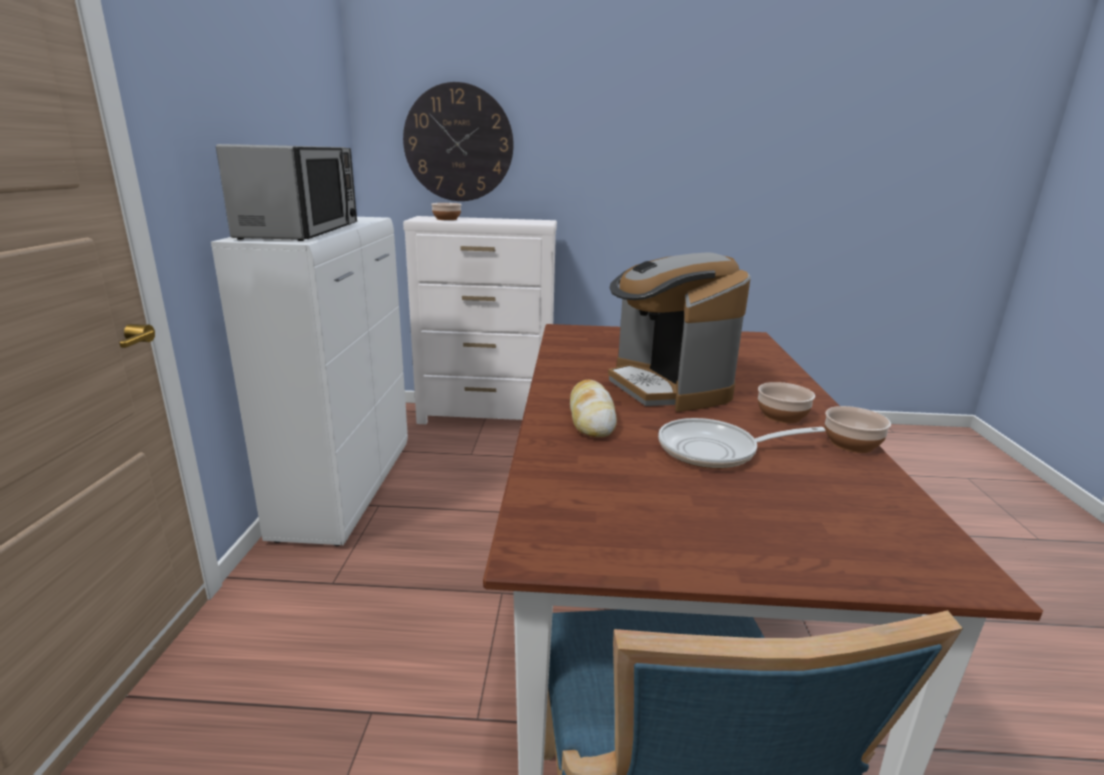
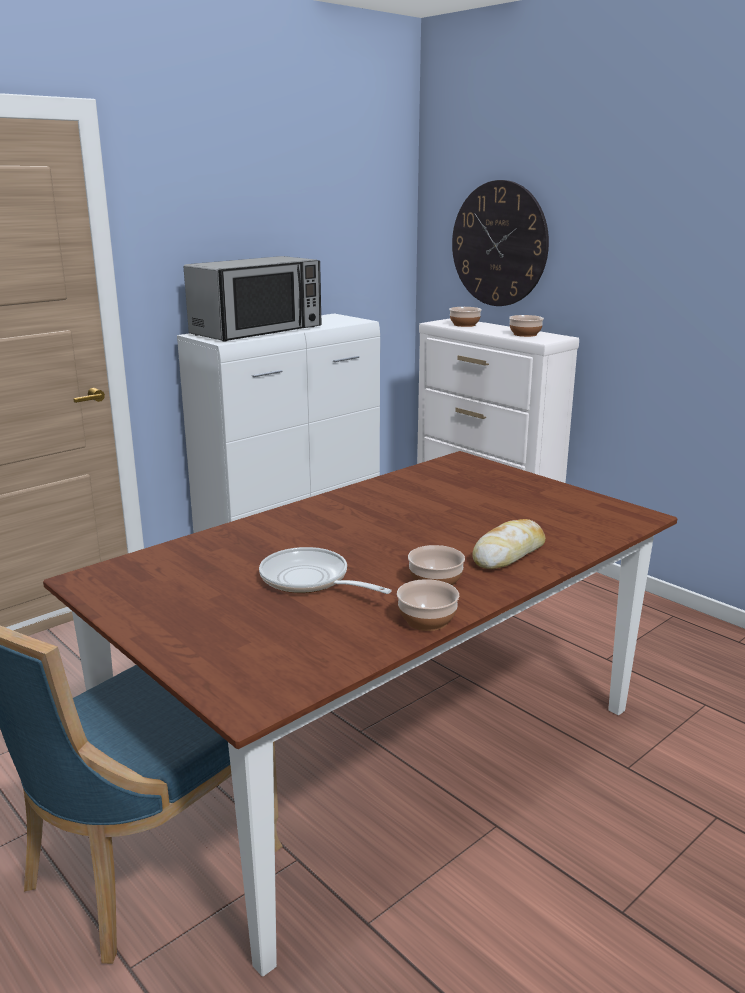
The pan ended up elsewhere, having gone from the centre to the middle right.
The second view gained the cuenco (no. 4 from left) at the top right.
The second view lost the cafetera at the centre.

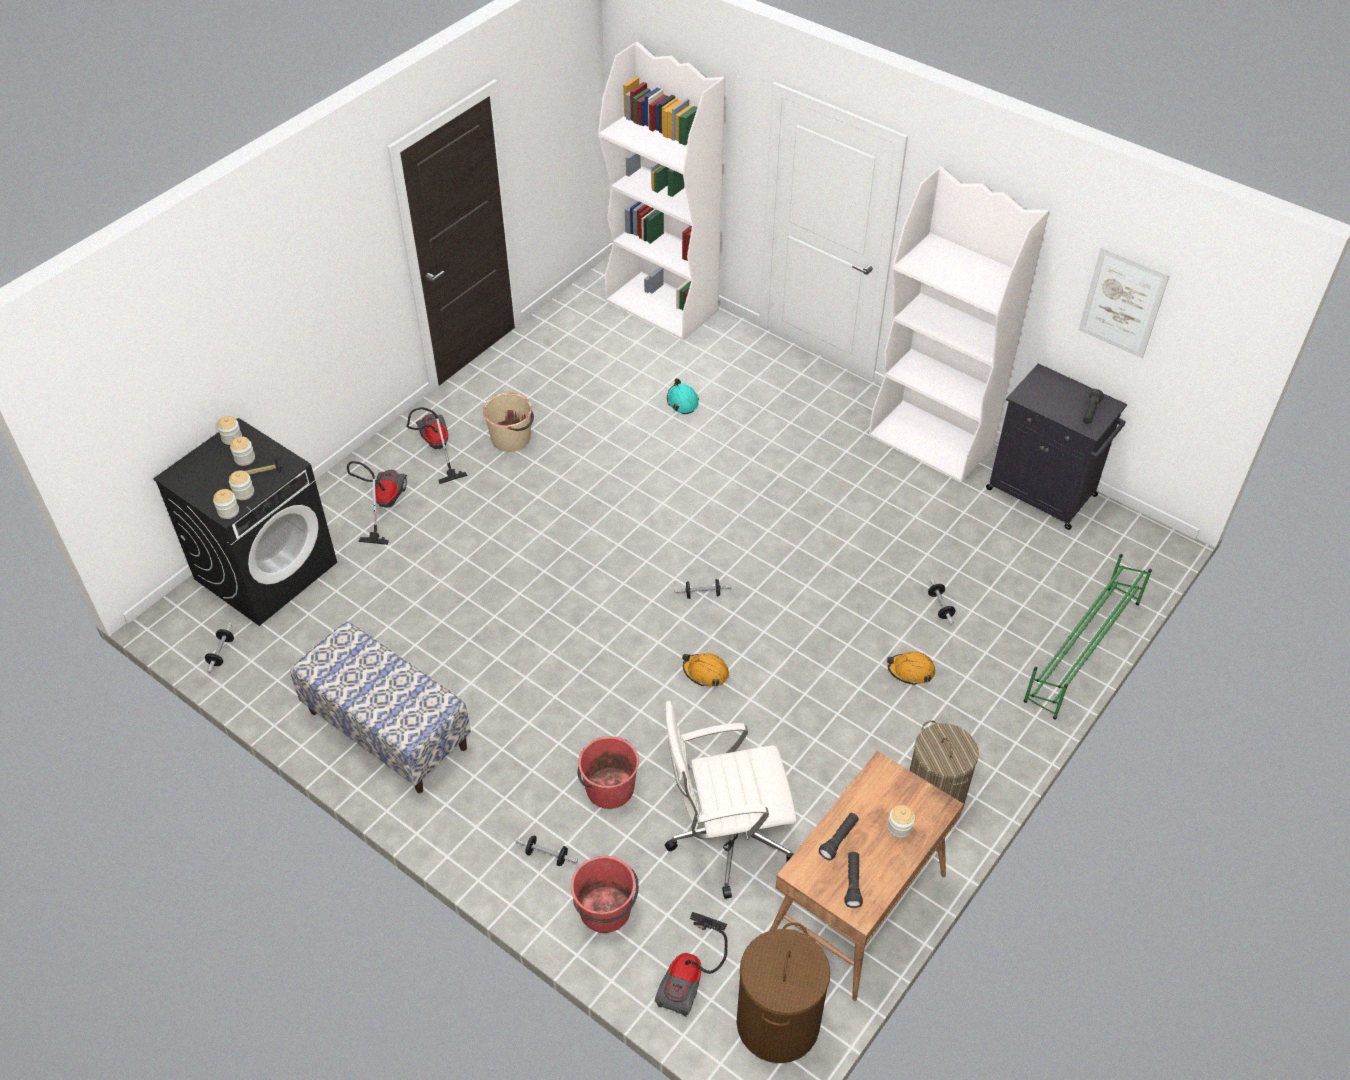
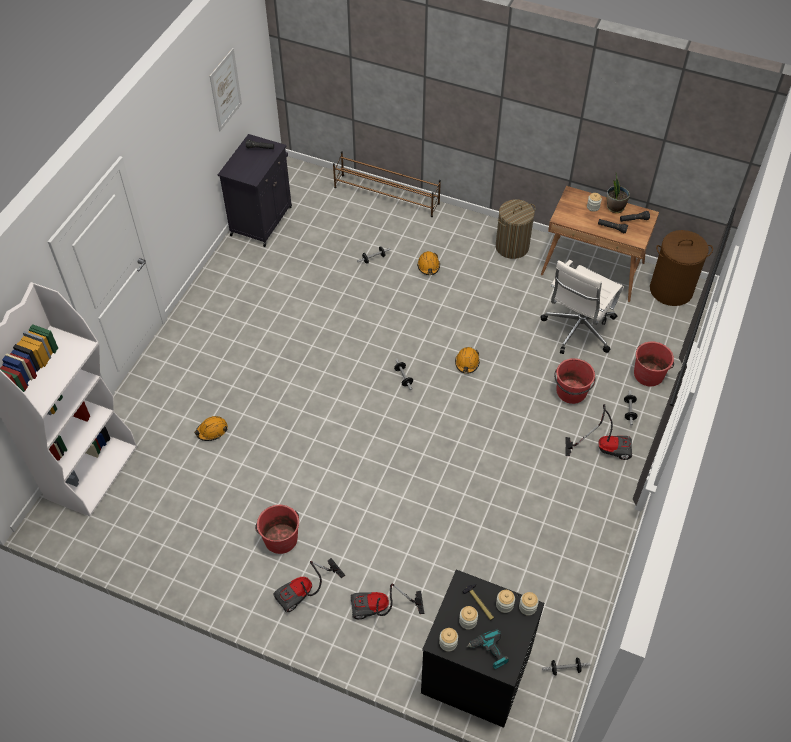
What was the casco [turquesa] at the centre turned into the casco [naranja] (no. 1 from left) at the middle left.
What was the cubo [beis] at the centre turned into the cubo [rojo] (no. 1 from left) at the bottom centre.
What was the zapatero [verde] at the middle right turned into the zapatero [marrón] at the top centre.
The second view gained the taladro at the bottom centre.
The silla de oficina [blanco] at the bottom centre ended up facing another way, 60 degrees clockwise from before.
The aspiradora (no. 3 from left) ended up elsewhere, having gone from the bottom centre to the middle right.
The second view gained the planta en maceta at the top right.
The second view lost the banco at the middle left.
The second view lost the estantería [blanco] (no. 2 from left) at the top right.

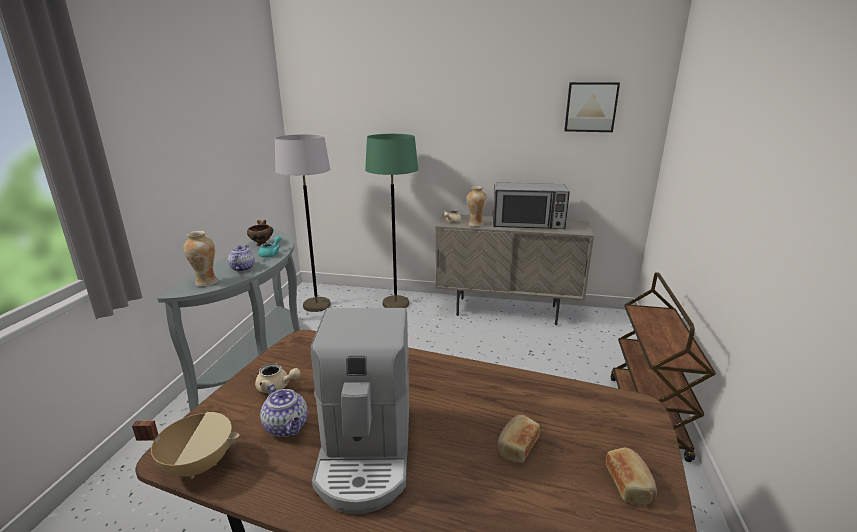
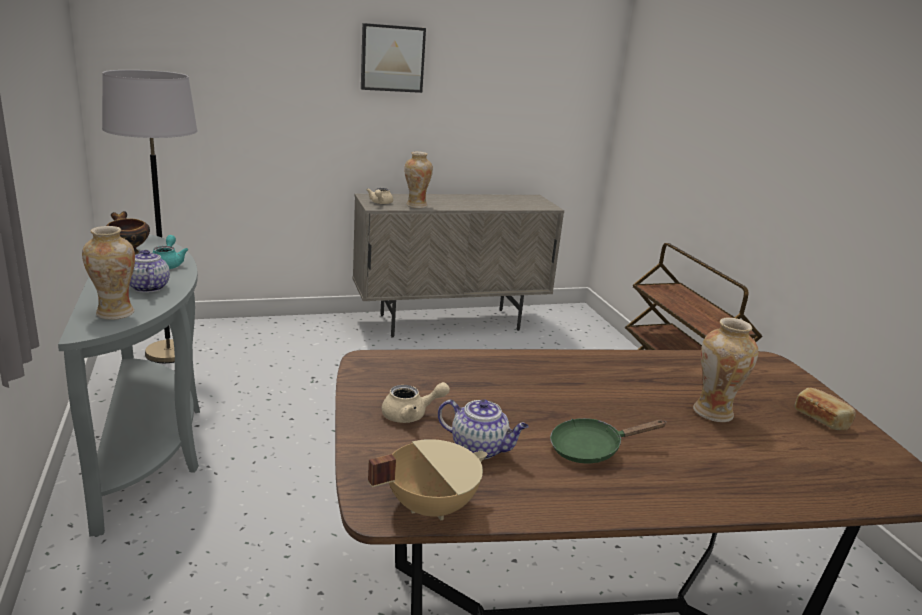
The cuadro ended up elsewhere, having gone from the top right to the top centre.
Where the cafetera stood at the bottom centre, the sartén [verde] came to stand at the bottom centre.
Where the pan (no. 1 from left) stood at the bottom centre, the florero (no. 3 from left) came to stand at the middle right.
The second view lost the lámpara de pie [verde] at the centre.
The second view lost the microondas at the centre.

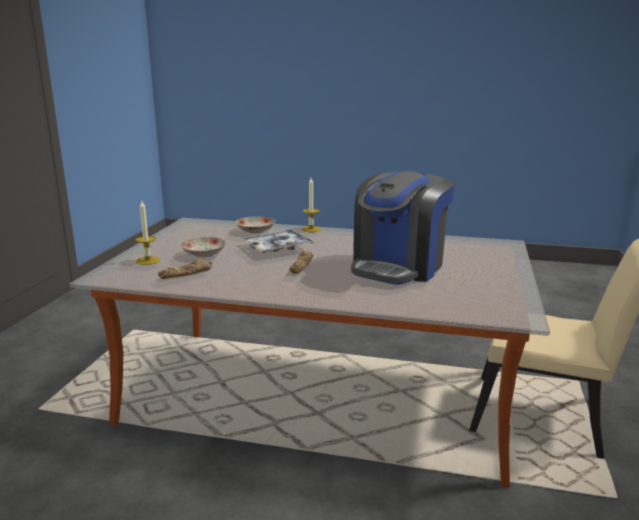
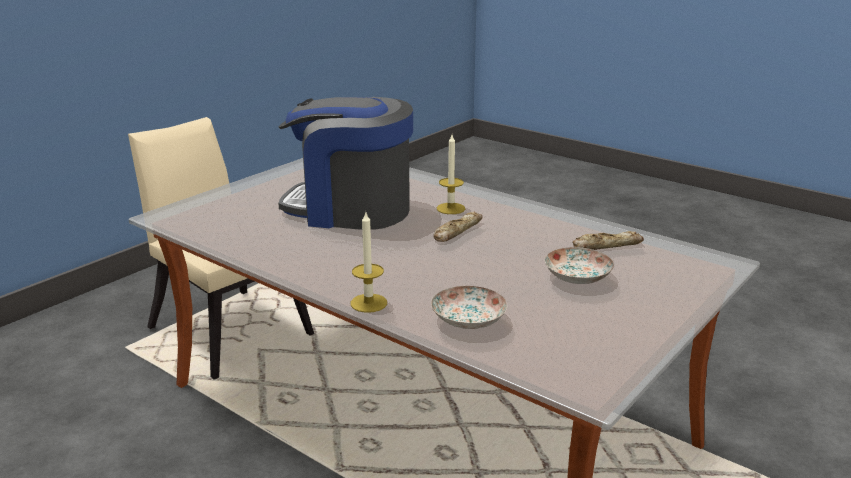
The cafetera at the centre ended up facing another way, 135 degrees counterclockwise from before.
The vela (no. 1 from left in the first image) ended up elsewhere, having gone from the middle left to the centre.
The second view lost the bandeja at the centre.

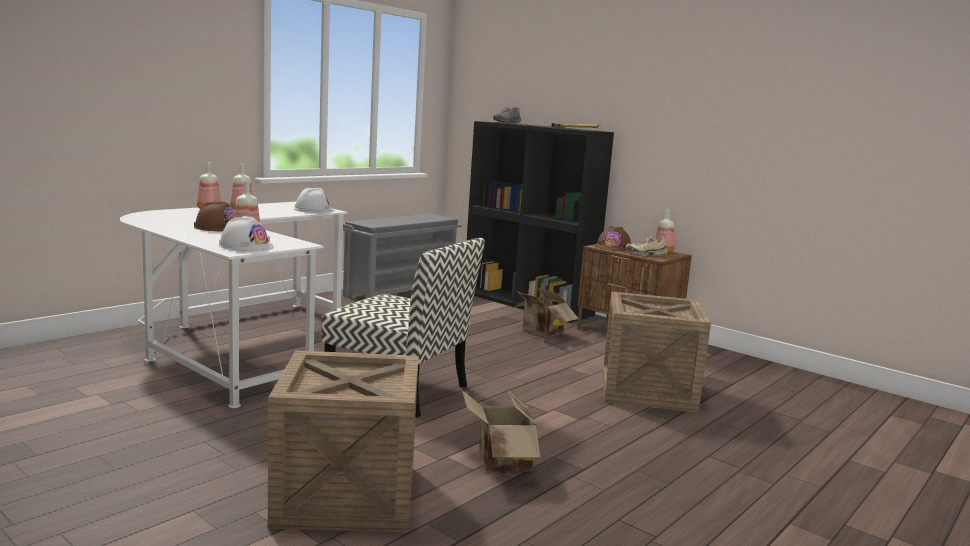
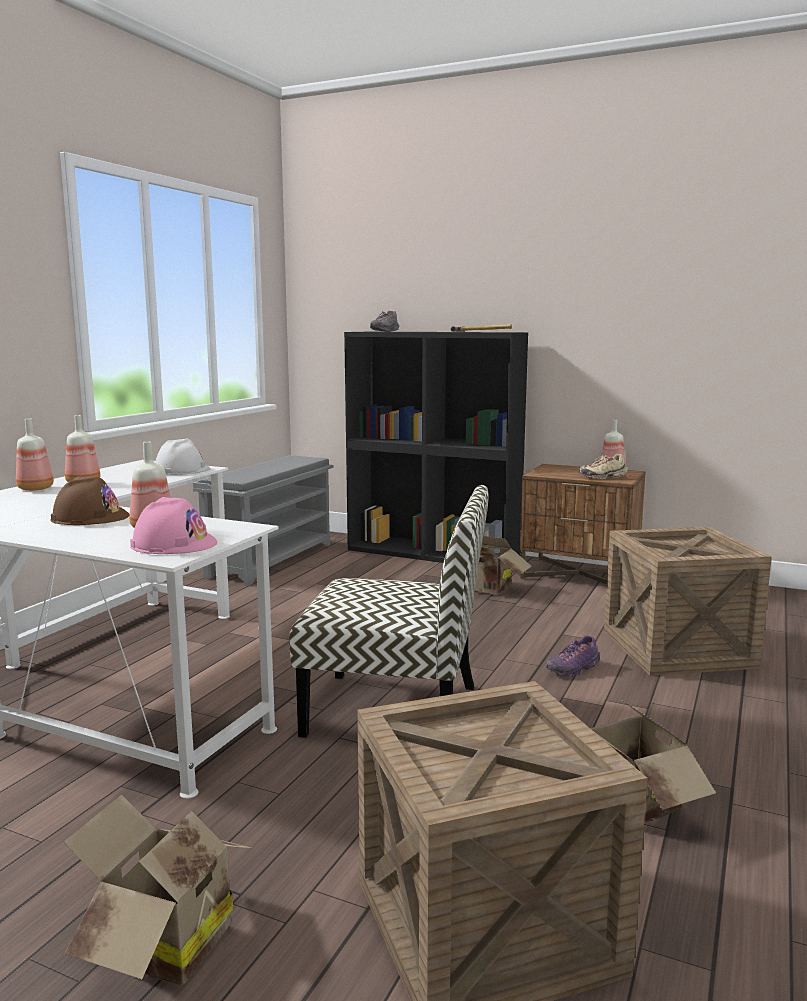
The second view gained the caja de cartón (no. 1 from left) at the bottom left.
What was the casco [blanco] (no. 1 from left) at the middle left turned into the casco [rosa] at the middle left.
The second view gained the zapato [morado] at the middle right.
The second view lost the casco [marrón] (no. 2 from left) at the centre.

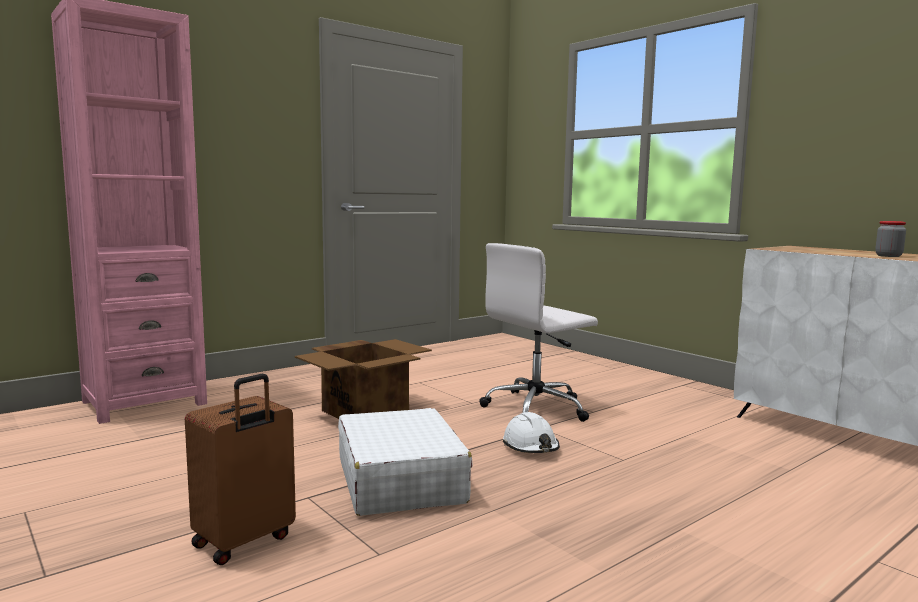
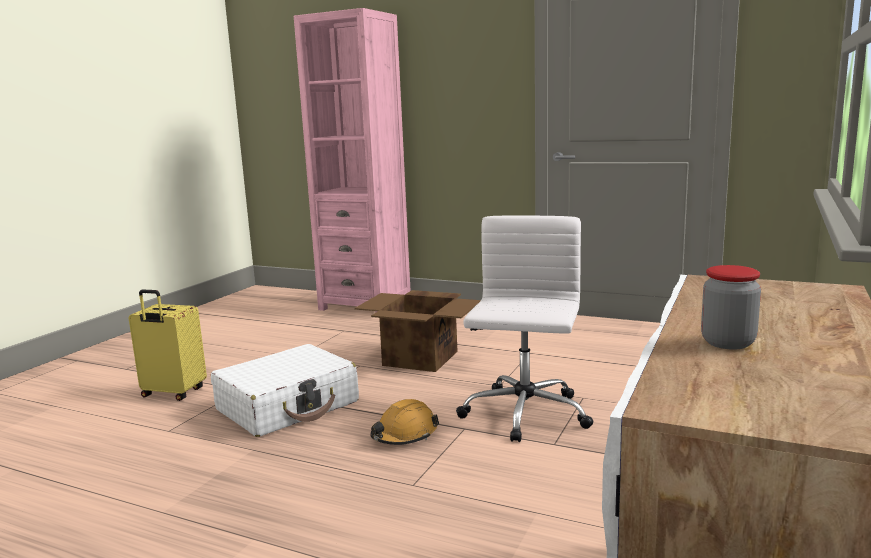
What was the maleta [marrón] at the bottom left turned into the maleta [amarillo] at the middle left.
What was the casco [blanco] at the bottom centre turned into the casco [naranja] at the bottom centre.
The silla de oficina [blanco] at the centre ended up facing another way, 75 degrees clockwise from before.

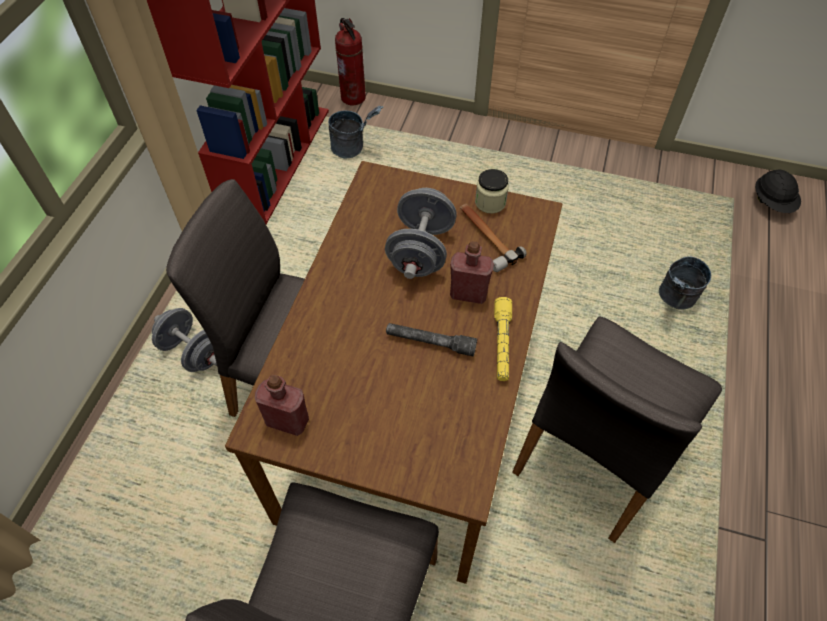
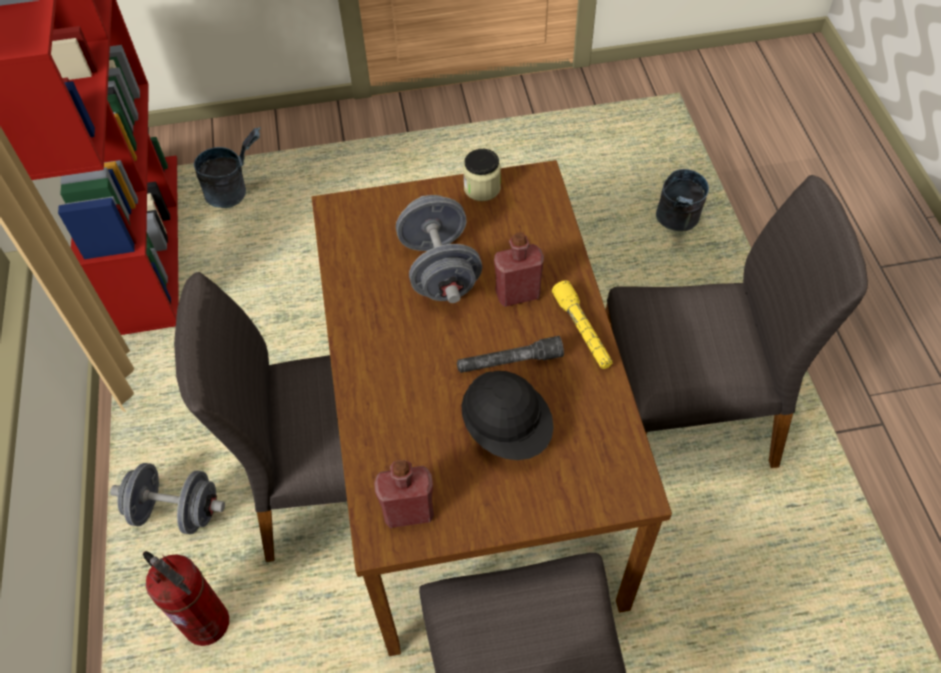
The extintor ended up elsewhere, having gone from the top centre to the bottom left.
The casco [negro] ended up elsewhere, having gone from the top right to the centre.
The silla [gris] (no. 3 from left) at the bottom right ended up facing another way, 105 degrees counterclockwise from before.
The second view lost the martillo at the centre.

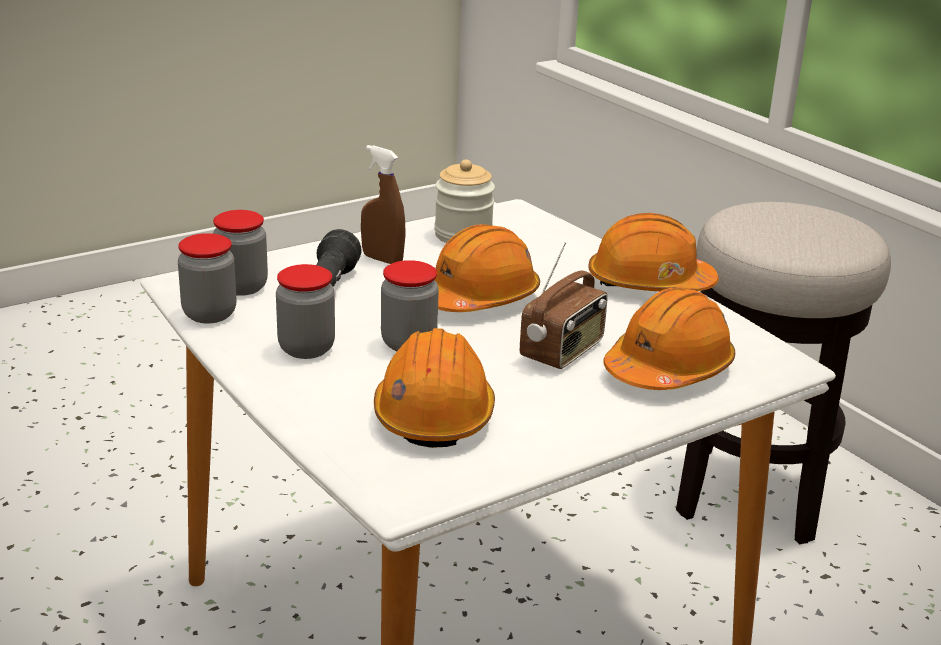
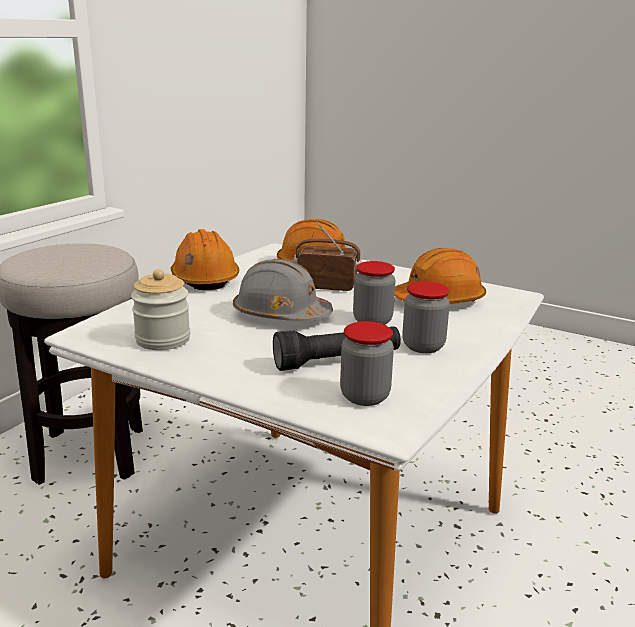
What was the casco [naranja] (no. 2 from left) at the centre turned into the casco [gris] at the centre.
The second view lost the tarro (no. 1 from left) at the middle left.
The second view lost the pulverizador [marrón] at the top centre.

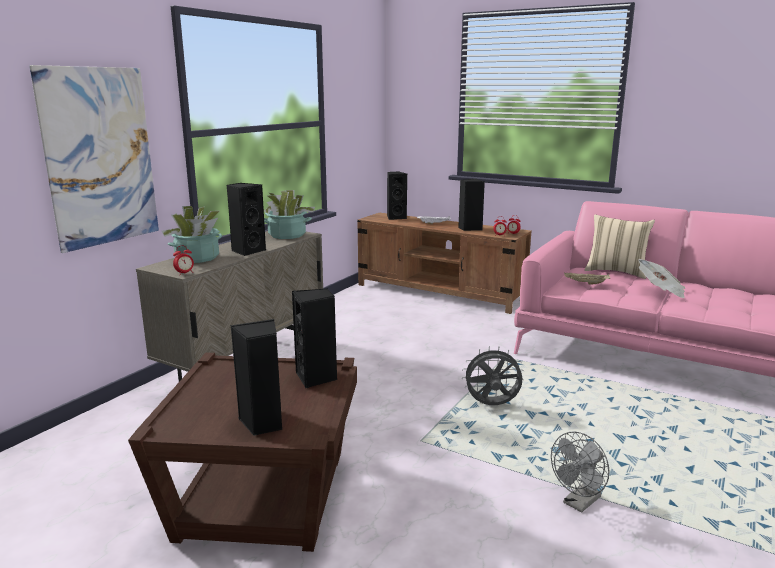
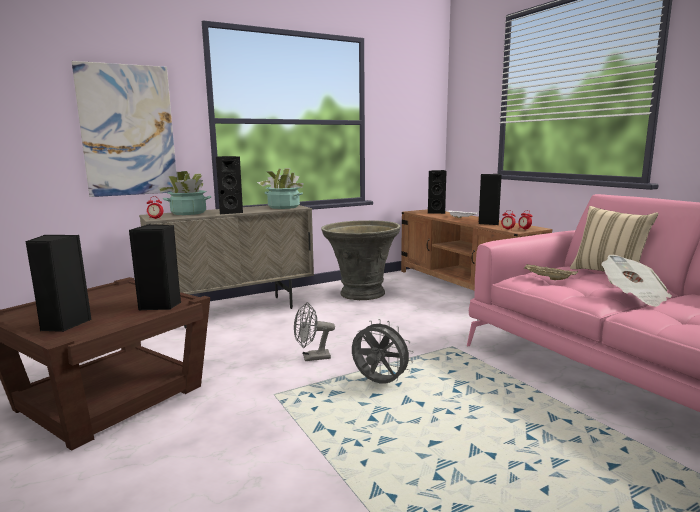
The ventilador [gris] (no. 2 from left in the first image) ended up elsewhere, having gone from the bottom right to the centre.
The second view gained the maceta [gris] at the centre.

